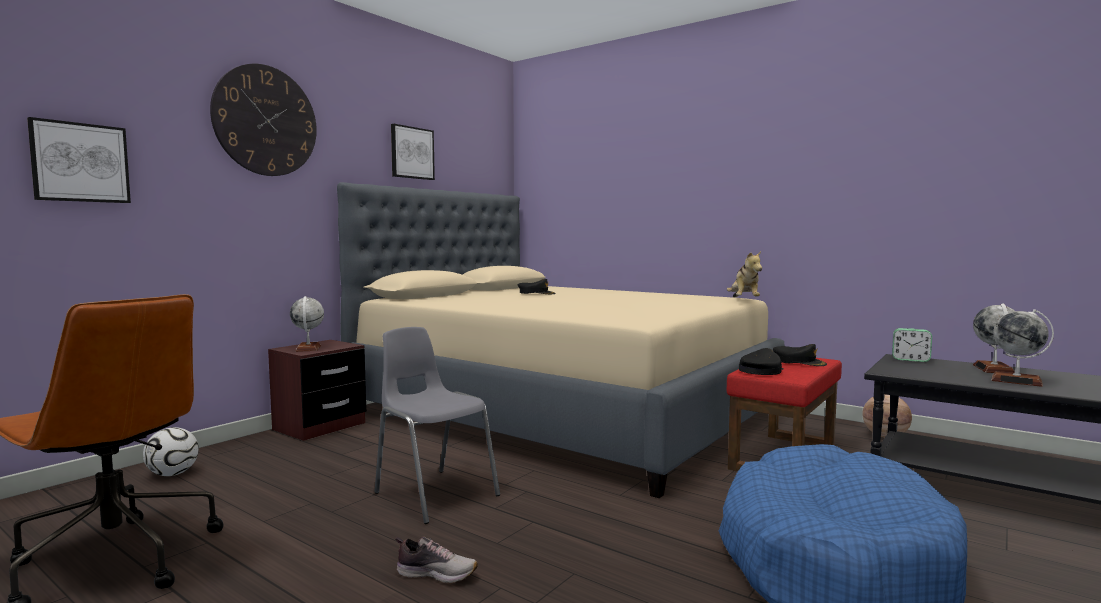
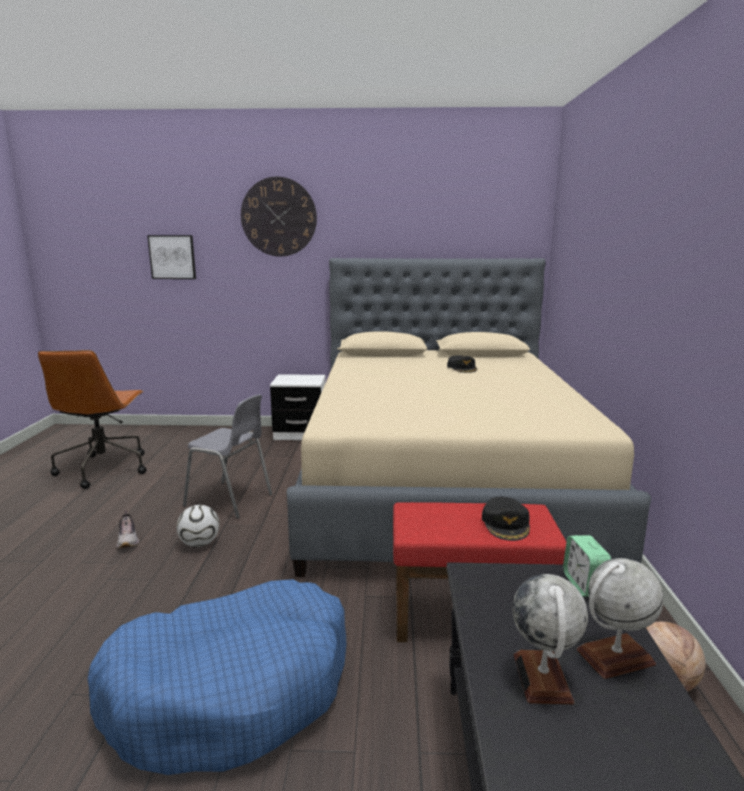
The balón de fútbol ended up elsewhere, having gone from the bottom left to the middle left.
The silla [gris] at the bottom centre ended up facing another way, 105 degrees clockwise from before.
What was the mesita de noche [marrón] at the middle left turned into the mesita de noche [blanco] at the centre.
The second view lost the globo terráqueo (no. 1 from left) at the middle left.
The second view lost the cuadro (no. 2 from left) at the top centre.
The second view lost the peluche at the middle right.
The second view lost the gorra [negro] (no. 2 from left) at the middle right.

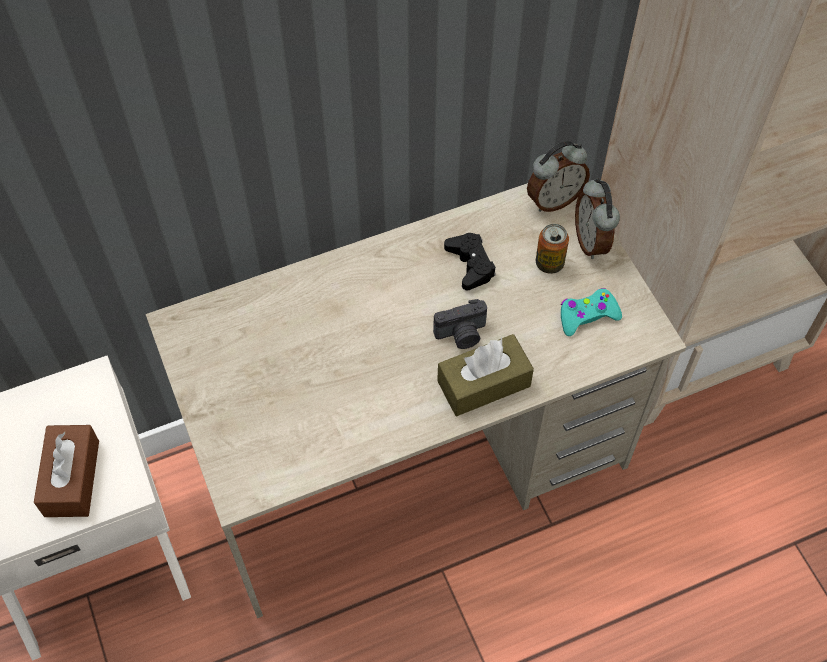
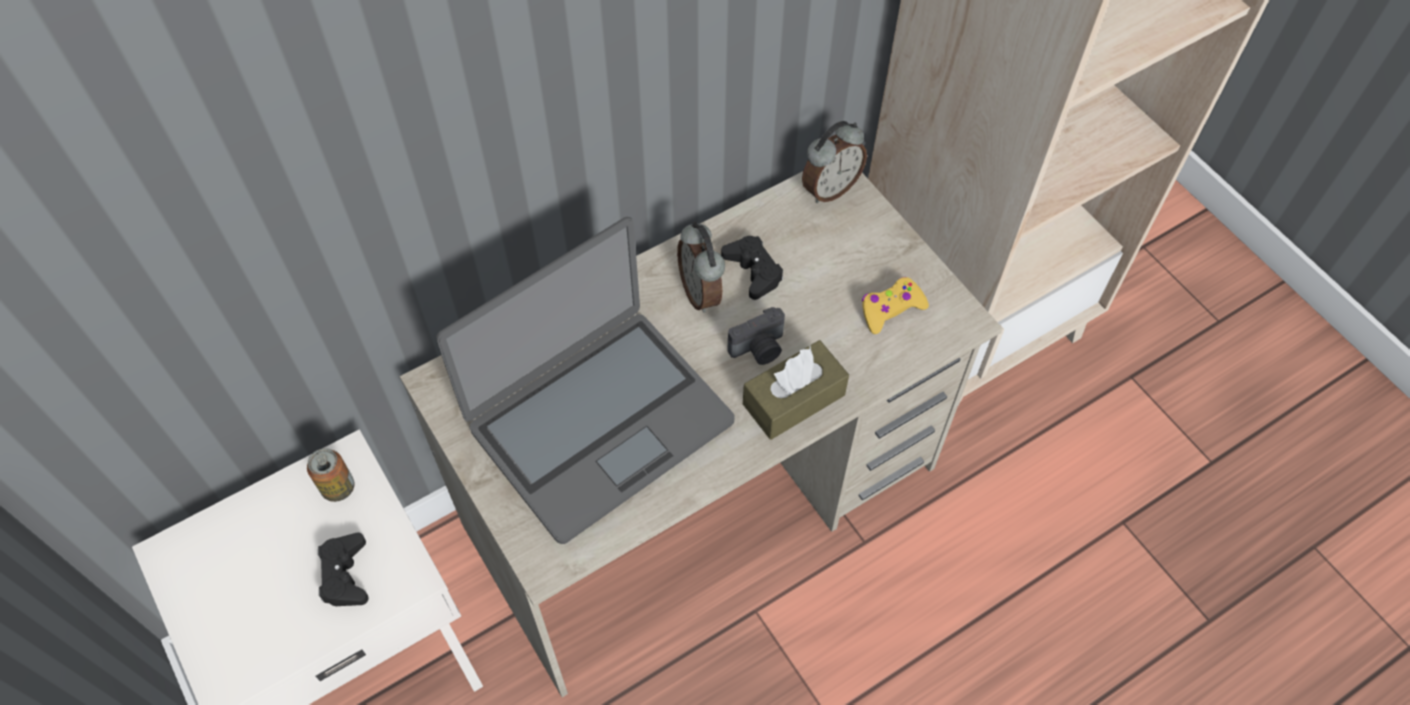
The lata ended up elsewhere, having gone from the middle right to the bottom left.
Where the caja de pañuelos [marrón] (no. 1 from left) stood at the bottom left, the mando de consola [negro] (no. 1 from left) came to stand at the bottom left.
The second view gained the portátil at the centre.
The despertador (no. 2 from left in the first image) ended up elsewhere, having gone from the top right to the centre.
What was the mando de consola [turquesa] at the middle right turned into the mando de consola [amarillo] at the centre.

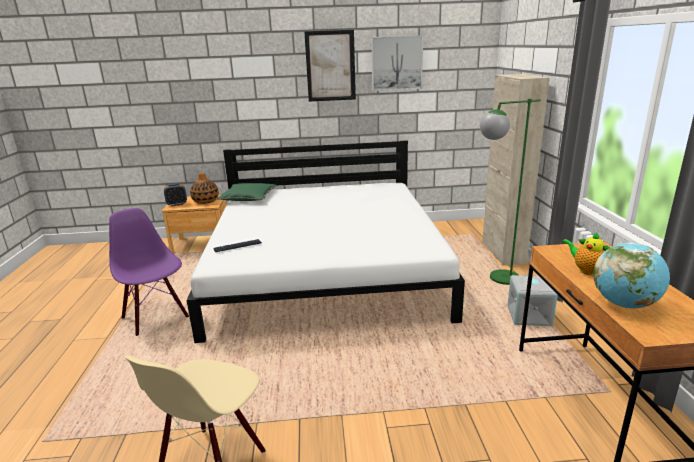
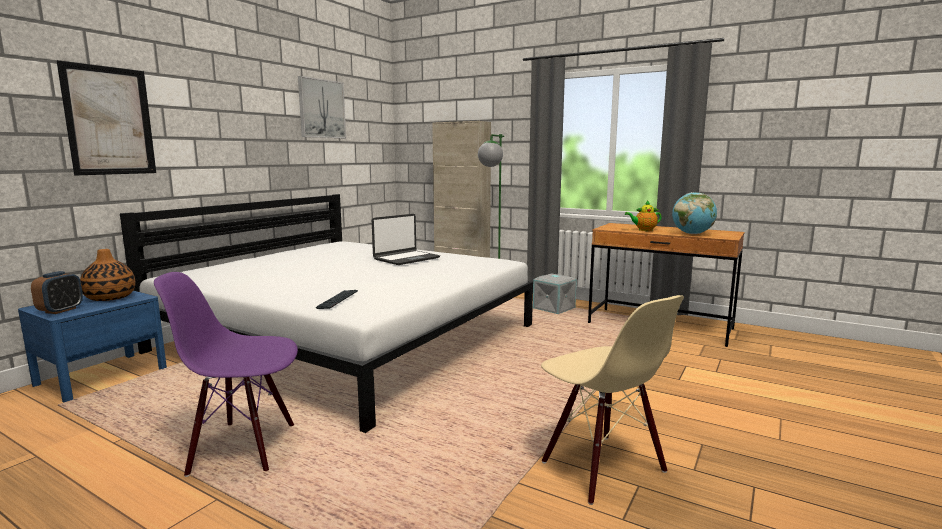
What was the mesita de noche [marrón] at the middle left turned into the mesita de noche [azul] at the middle left.
The cuadro (no. 1 from left) ended up elsewhere, having gone from the top centre to the top left.
The second view gained the portátil at the centre.
The second view lost the cojín [verde] at the centre.

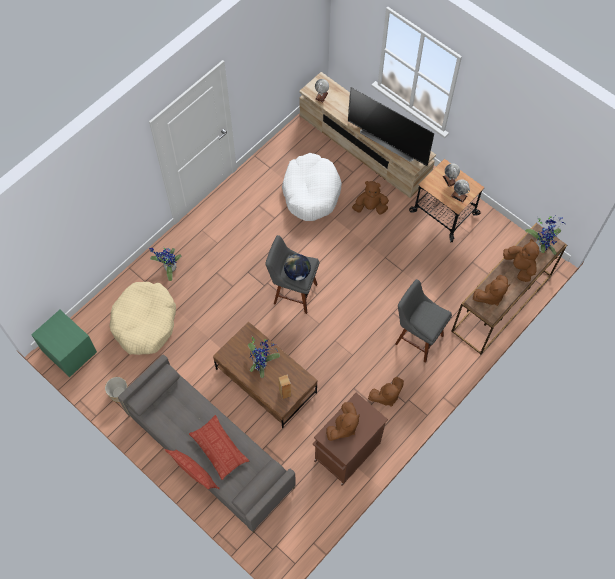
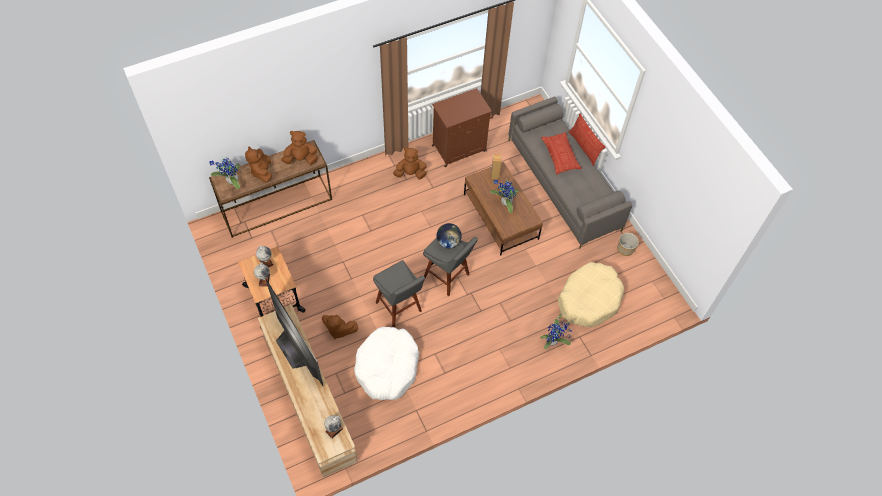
The taburete [gris] (no. 2 from left in the first image) ended up elsewhere, having gone from the middle right to the centre.
The second view lost the mesita de noche [verde] at the middle left.
The second view lost the peluche [marrón] (no. 1 from left) at the bottom centre.

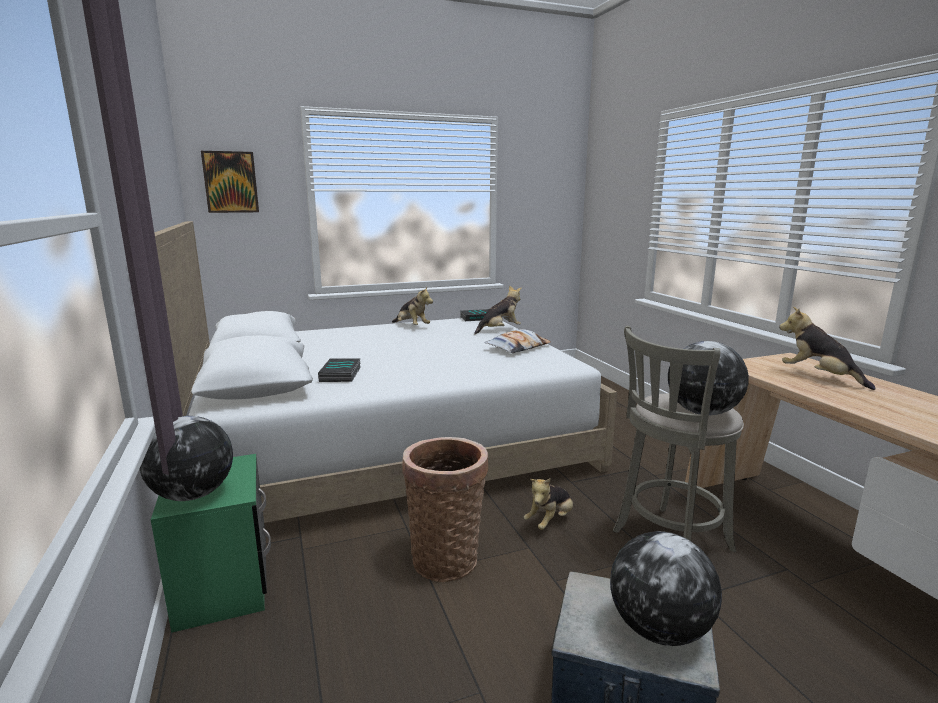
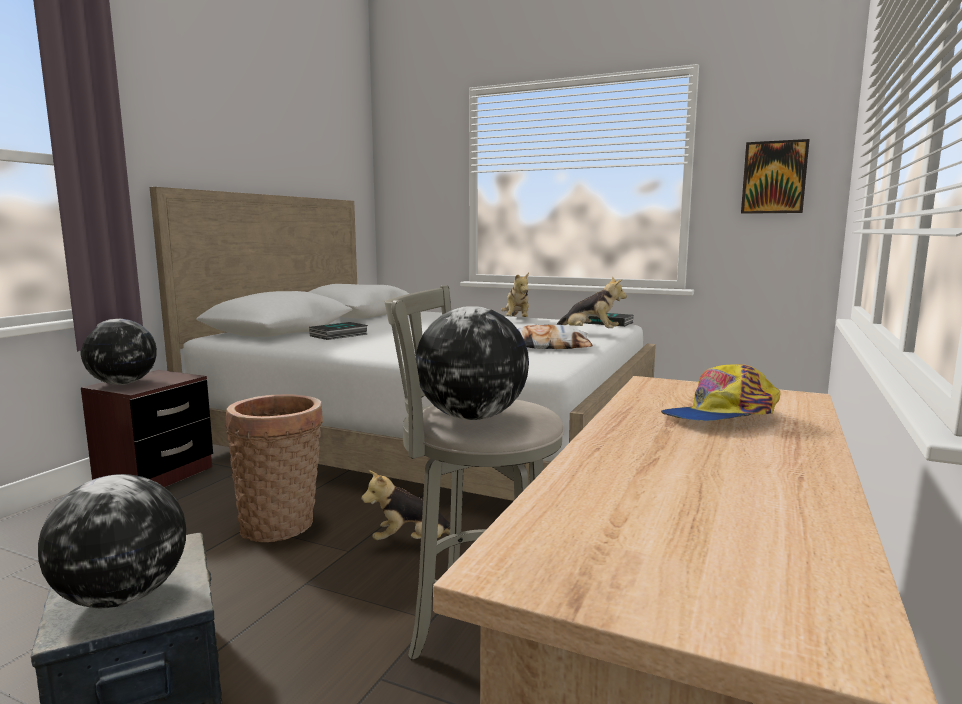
What was the mesita de noche [verde] at the bottom left turned into the mesita de noche [marrón] at the middle left.
Where the peluche (no. 4 from left) stood at the middle right, the gorra came to stand at the middle right.
The cuadro ended up elsewhere, having gone from the top left to the top right.

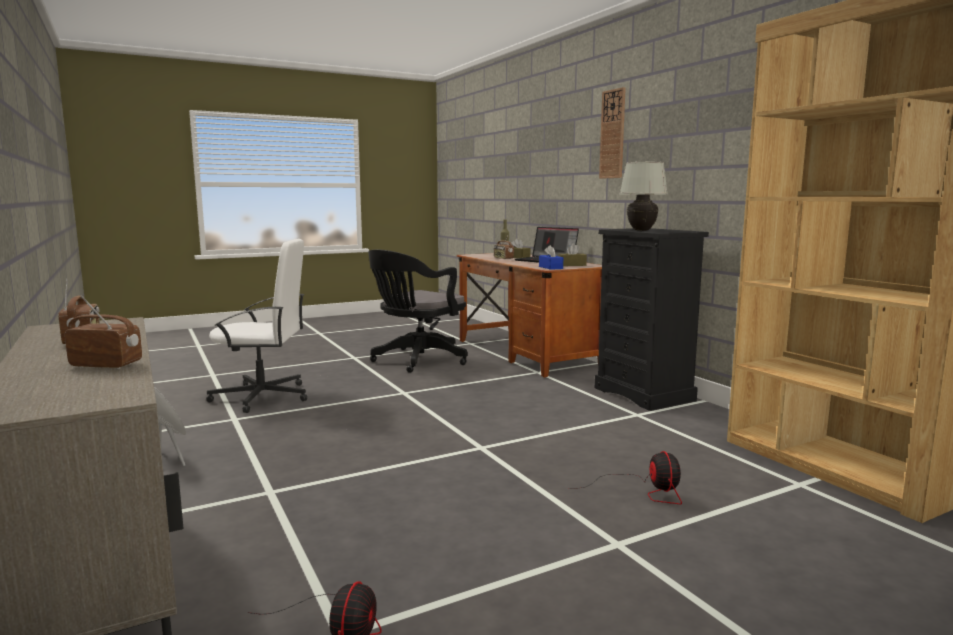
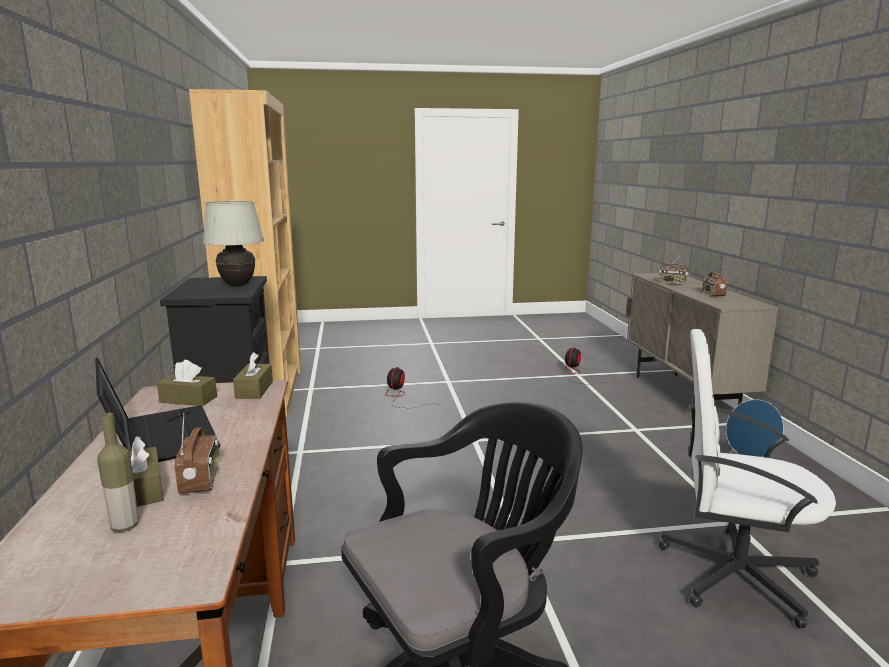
What was the caja de pañuelos [azul] at the centre turned into the caja de pañuelos [marrón] (no. 3 from left) at the middle left.
The second view lost the reloj de pared at the top centre.

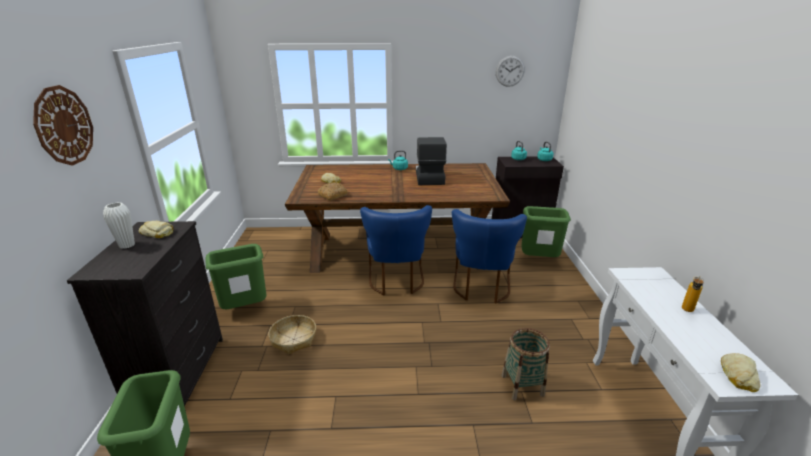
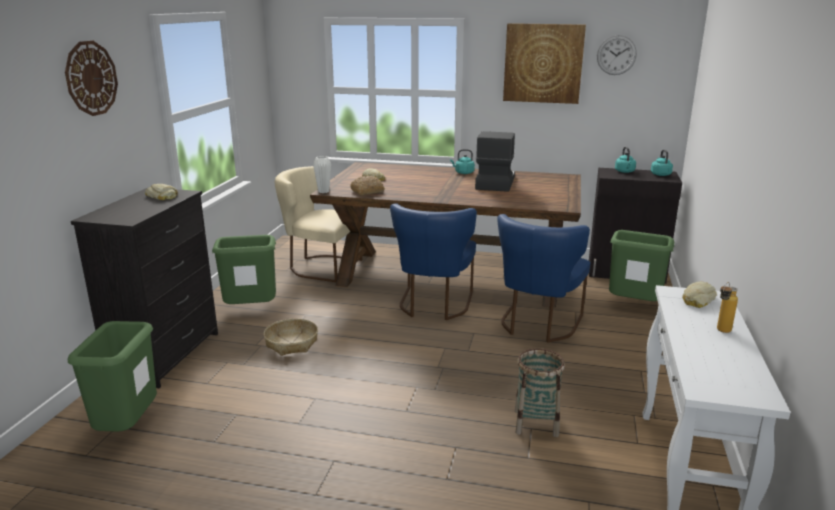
The second view gained the silla [beis] at the centre.
The florero [blanco] ended up elsewhere, having gone from the middle left to the centre.
The second view gained the cuadro at the top centre.
The pan (no. 4 from left) ended up elsewhere, having gone from the bottom right to the middle right.

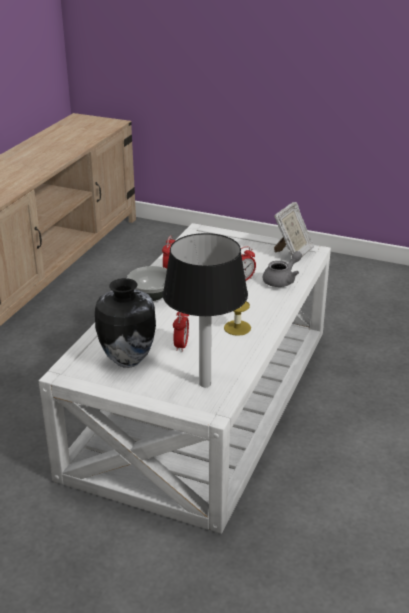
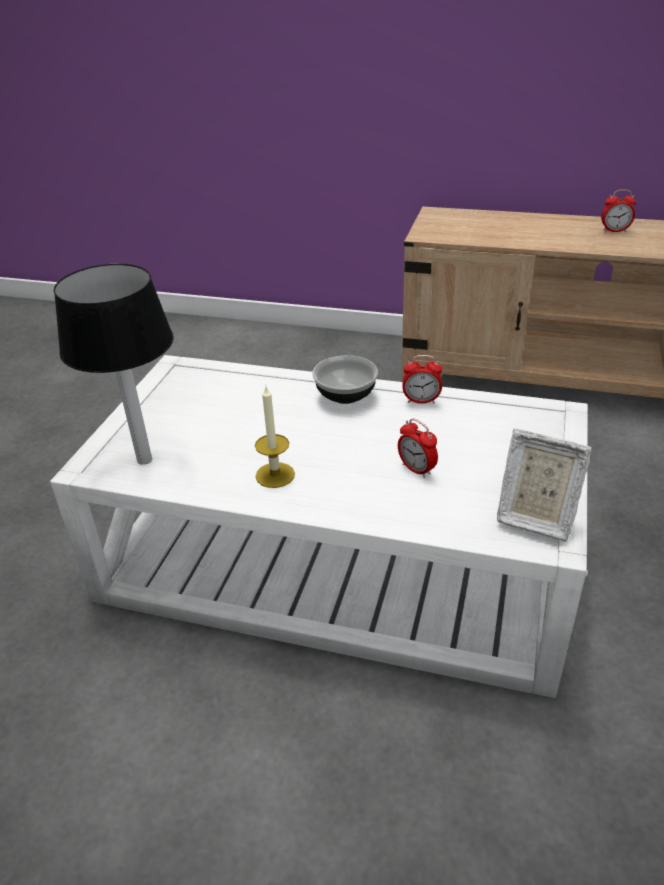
The despertador (no. 2 from left in the first image) ended up elsewhere, having gone from the centre to the top right.
The second view lost the florero at the middle left.
The second view lost the tetera [gris] at the middle right.

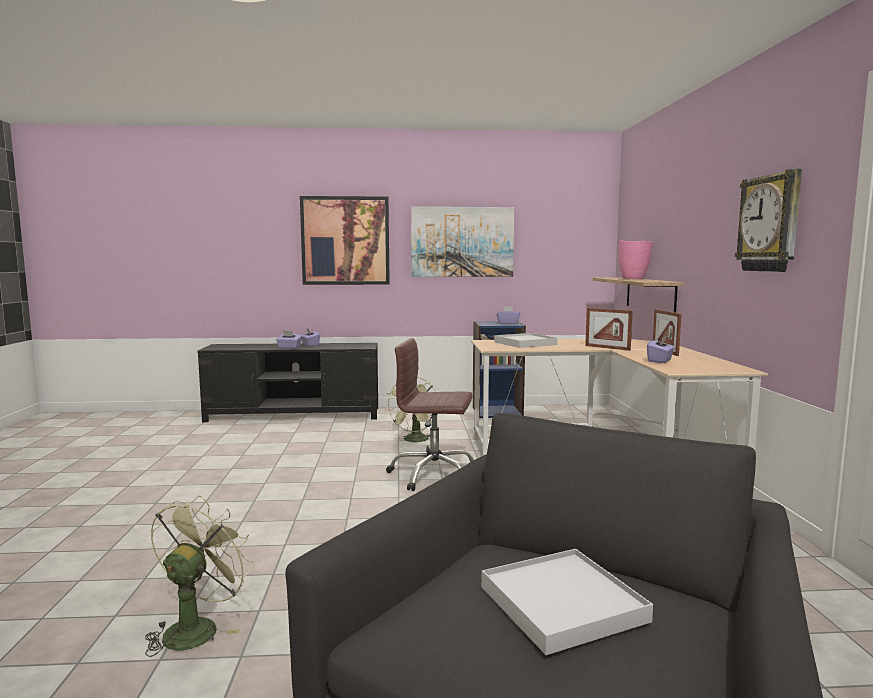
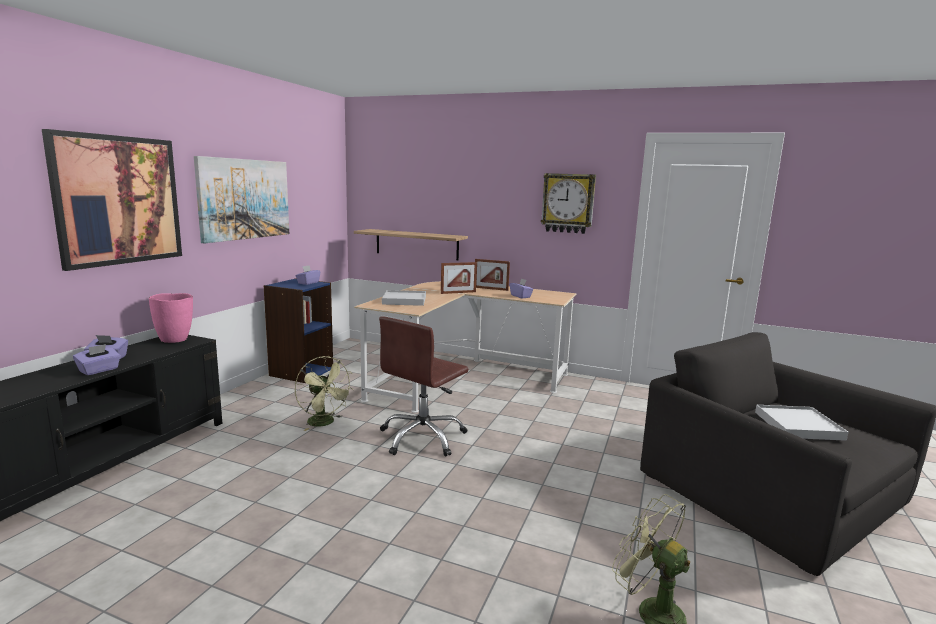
The florero [rosa] ended up elsewhere, having gone from the middle right to the middle left.

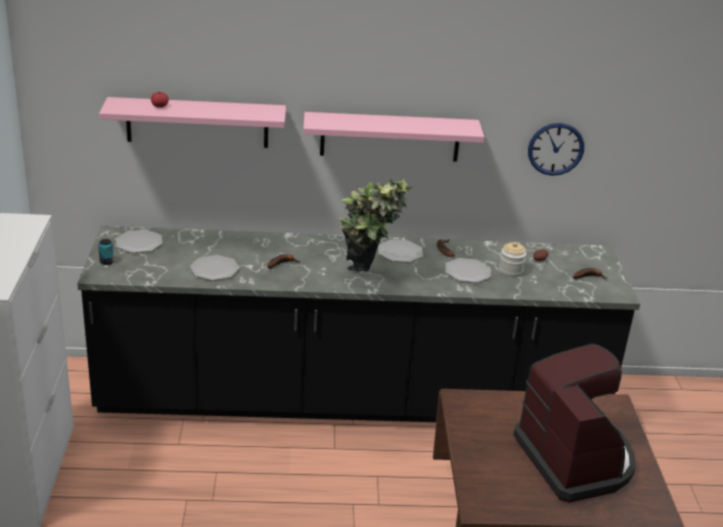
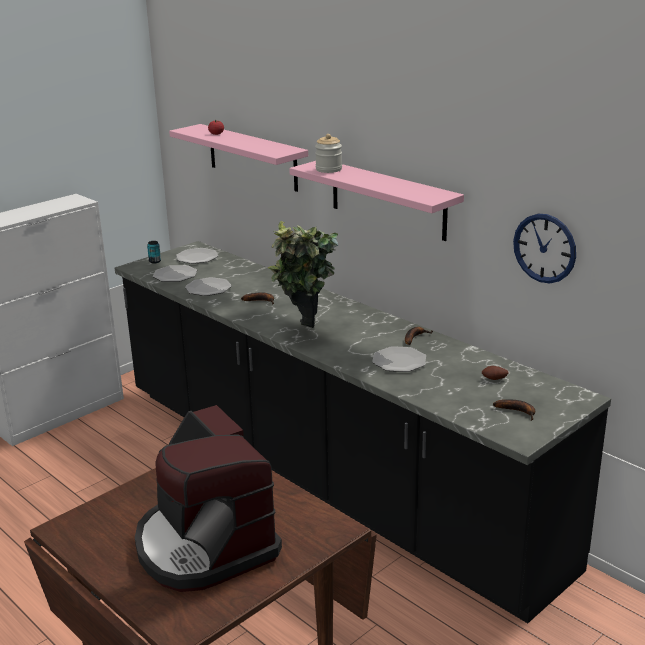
The cafetera at the bottom right ended up facing another way, 120 degrees clockwise from before.
The plato (no. 3 from left in the first image) ended up elsewhere, having gone from the centre to the middle left.
The tarro ended up elsewhere, having gone from the middle right to the top centre.

